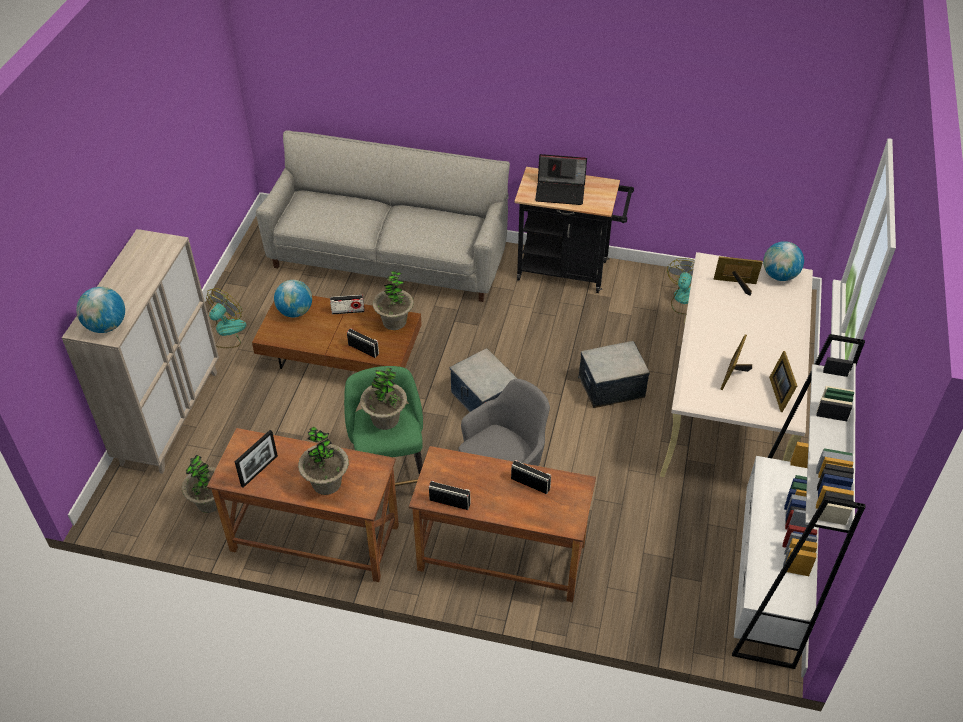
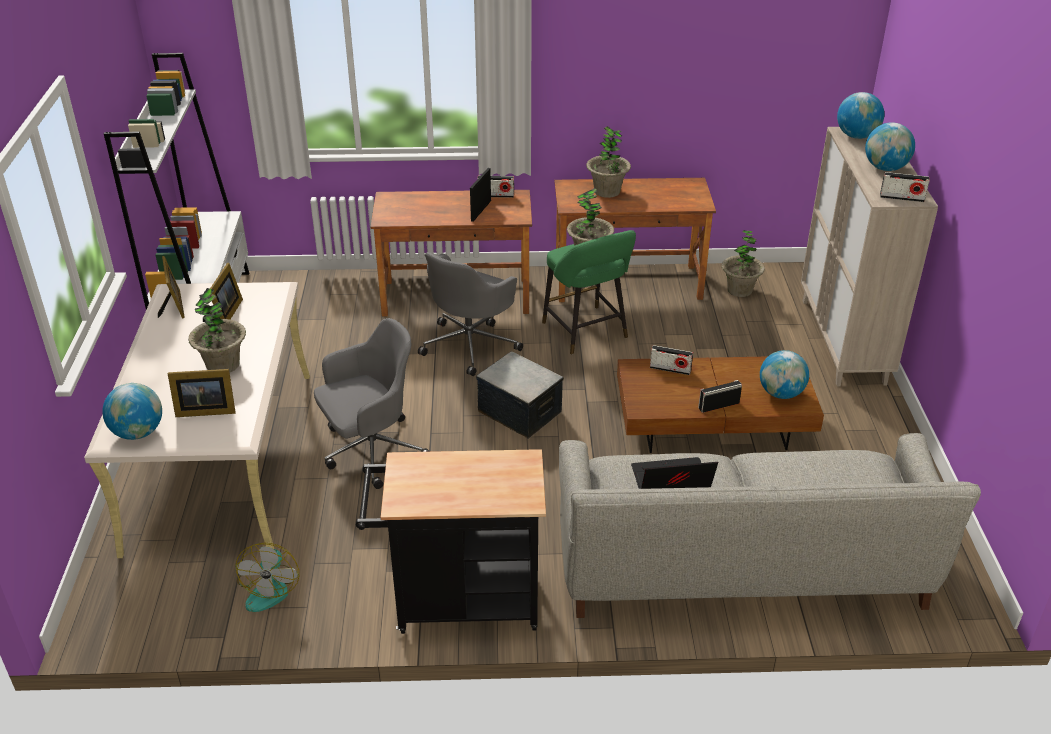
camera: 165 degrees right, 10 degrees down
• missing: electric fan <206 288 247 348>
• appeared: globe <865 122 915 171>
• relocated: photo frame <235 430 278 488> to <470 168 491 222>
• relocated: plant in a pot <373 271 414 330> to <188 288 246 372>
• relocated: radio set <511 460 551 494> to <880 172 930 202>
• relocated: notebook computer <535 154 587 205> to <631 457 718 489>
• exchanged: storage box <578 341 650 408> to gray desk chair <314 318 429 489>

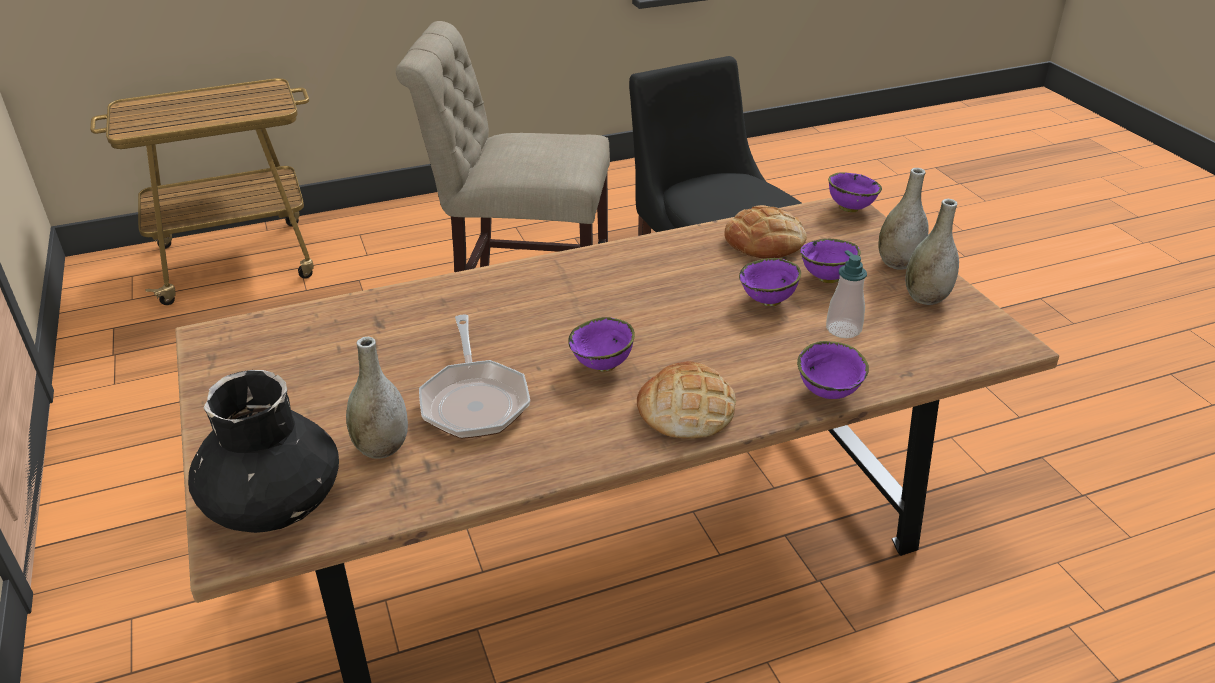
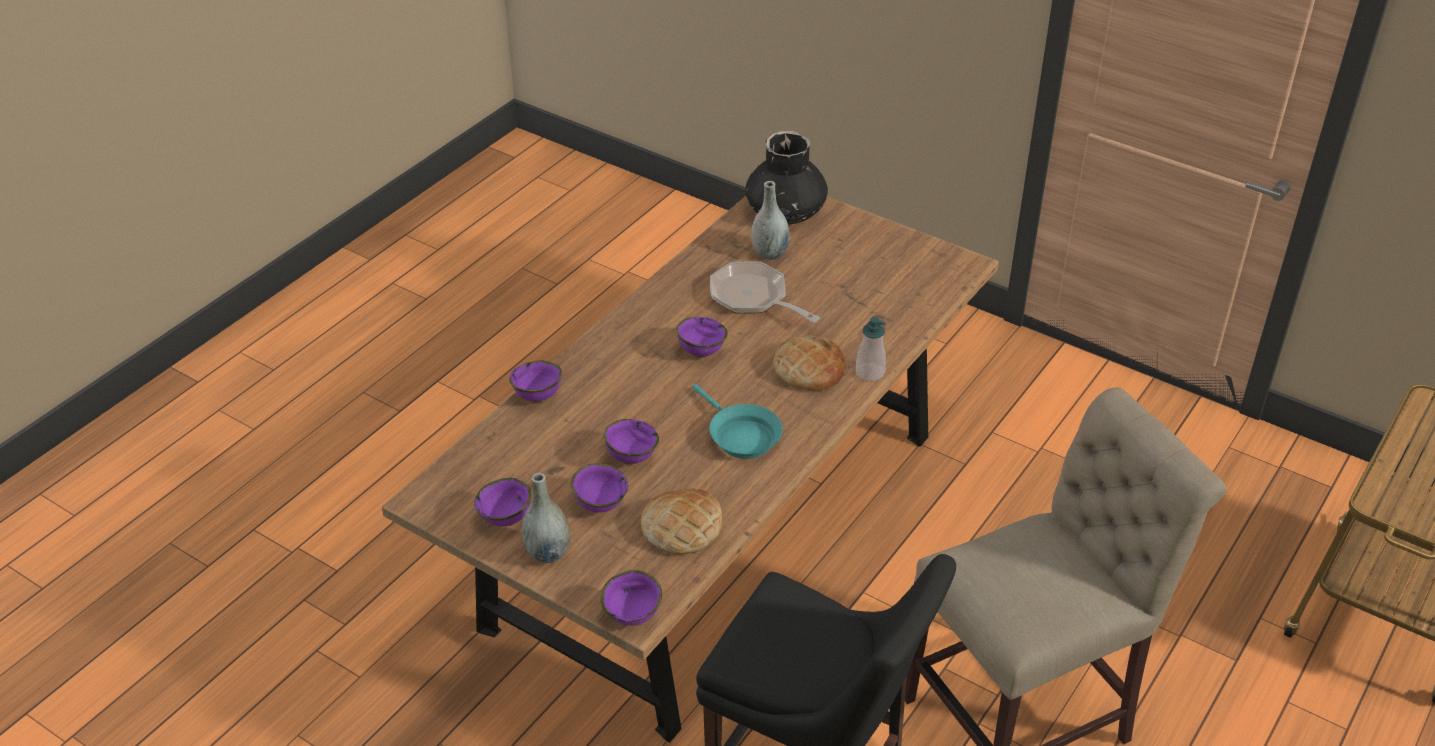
camera: 145 degrees right, 5 degrees up
• appeared: blue-green frying pan <692 384 783 459>
• relocated: bakery bread <637 361 736 439> to <773 335 846 390>
• relocated: liquid soap bottle <826 250 867 338> to <856 317 886 381>
• exchanged: gray vase <905 199 959 305> to purple-coloured deep dish <474 477 531 526>

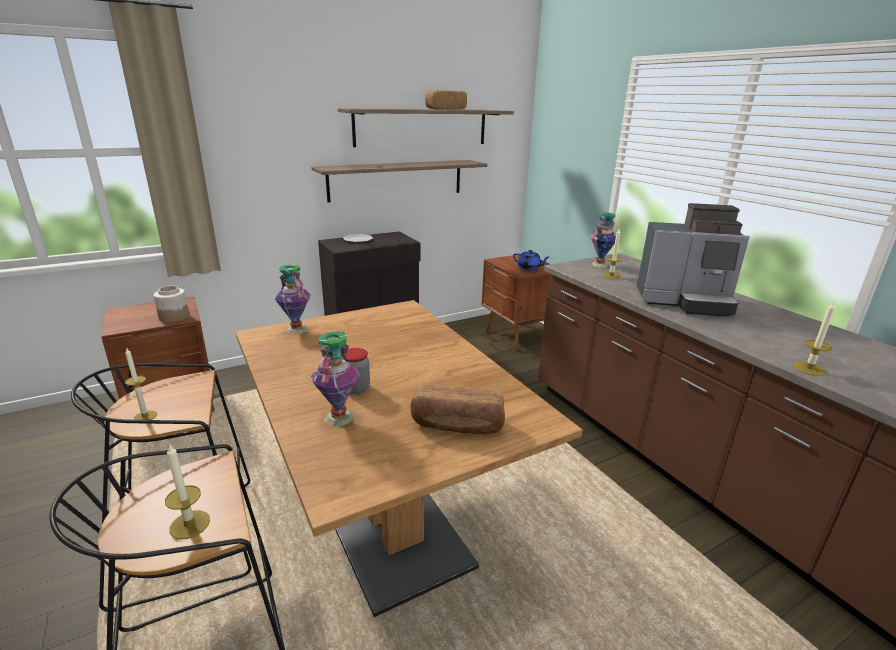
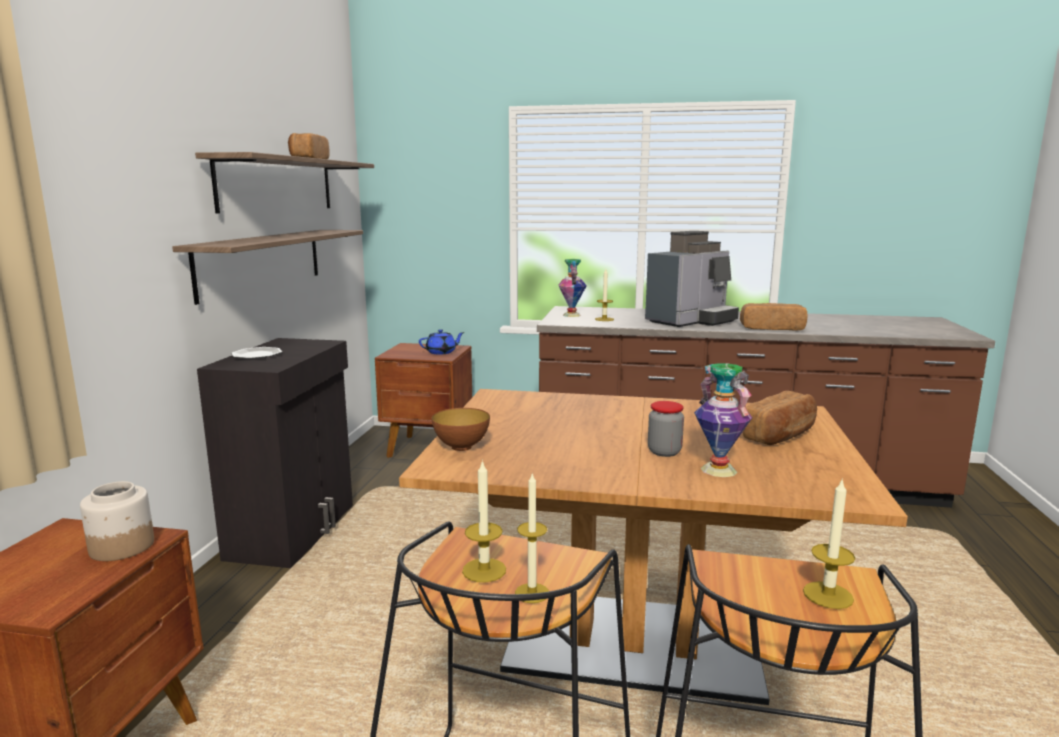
camera: 50 degrees left, 10 degrees down
• appeared: bakery bread <740 303 807 331>
• relocated: wax candle <793 301 835 376> to <462 460 506 582>
• exchanged: vase <275 265 310 334> to deep dish <432 408 490 451>

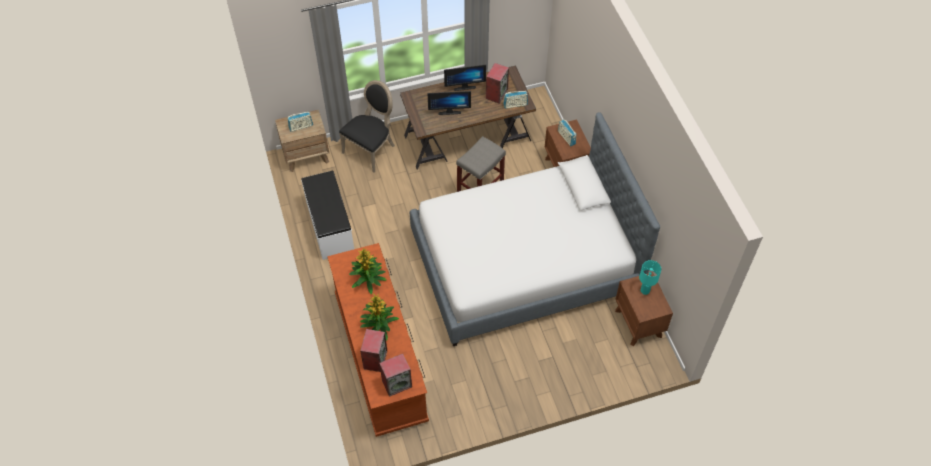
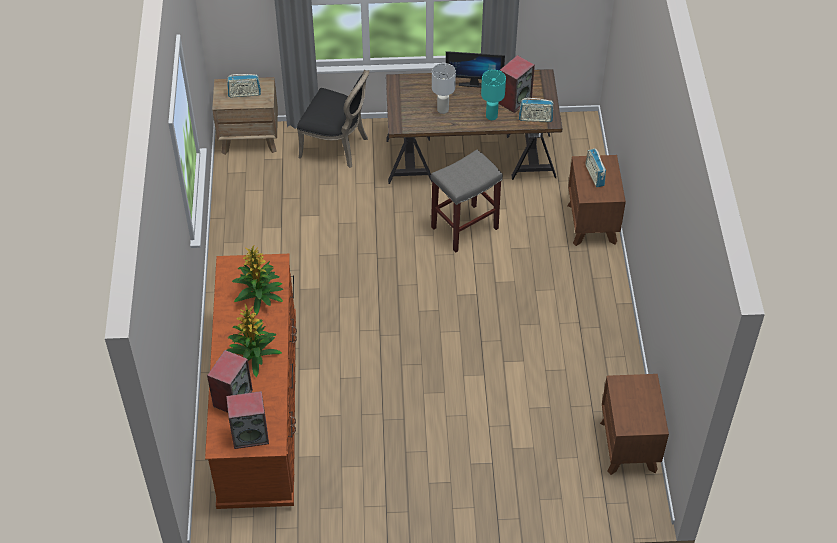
camera: 15 degrees right, 5 degrees down
• missing: whitish long seat <301 170 354 260>
• missing: sleeping bed <410 112 660 346>
• relocated: blue-green table lamp <639 260 661 295> to <481 70 506 120>
• exchanged: monitor <427 91 471 115> to whitish table lamp <432 63 456 114>
• spun: black upright chair <339 80 395 173> = <297 70 369 168> 60 degrees clockwise

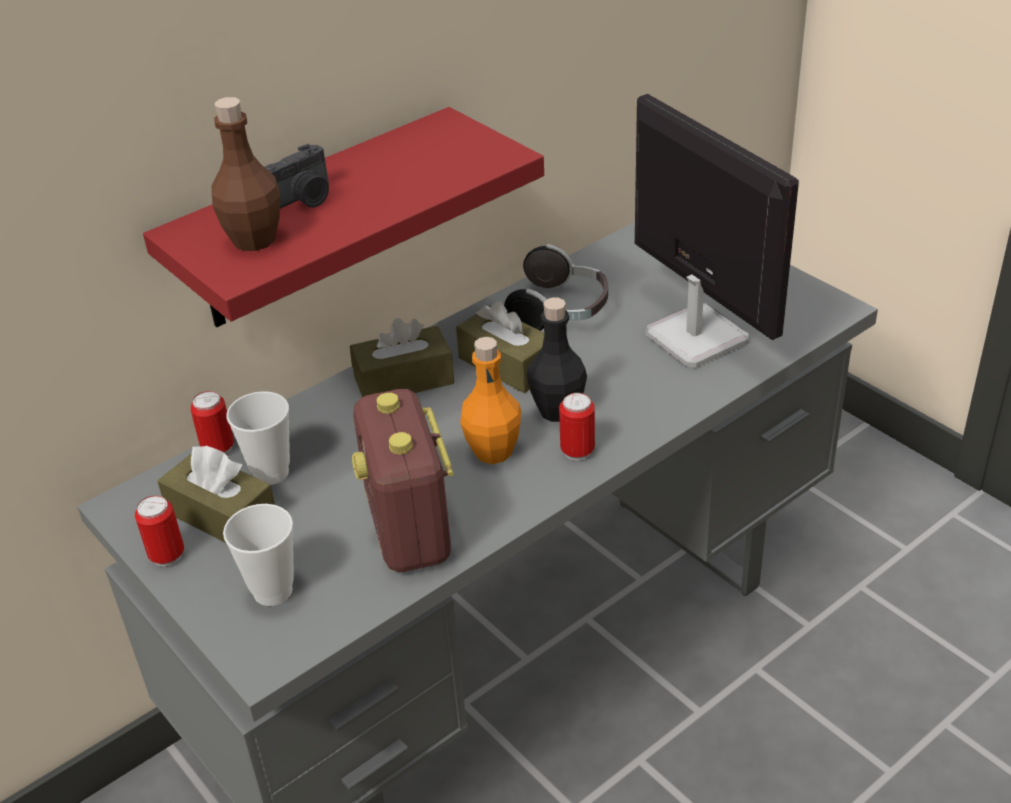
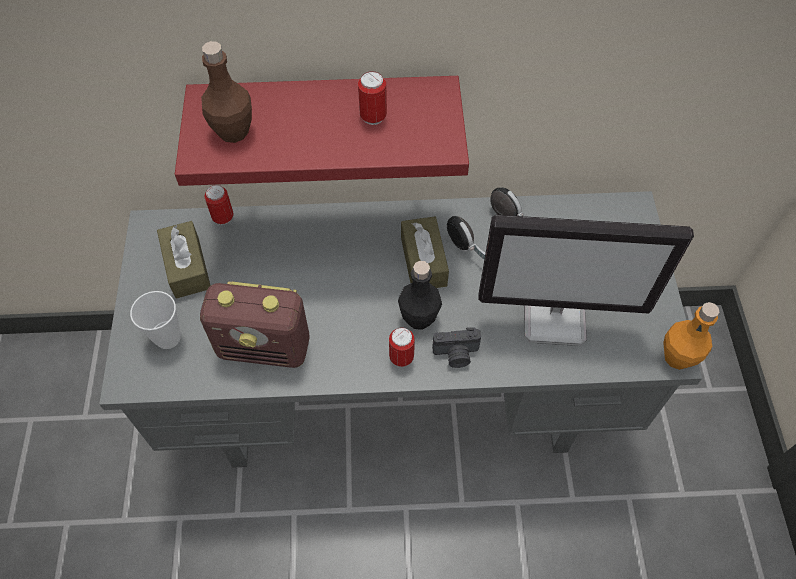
camera: 35 degrees right, 20 degrees up
• missing: cup <226 391 290 485>
• missing: brown box of tissues <350 318 454 397>
• relocated: can <135 495 184 566> to <358 71 387 125>
• relocated: photo camera <265 144 329 209> to <432 327 481 368>
• relocated: orangey bottle <460 337 521 464> to <663 302 720 370>
• spun: radio set <352 389 453 572> = <200 281 310 368> 105 degrees counterclockwise
• spun: monitor <635 94 799 367> = <478 215 694 346> 90 degrees clockwise

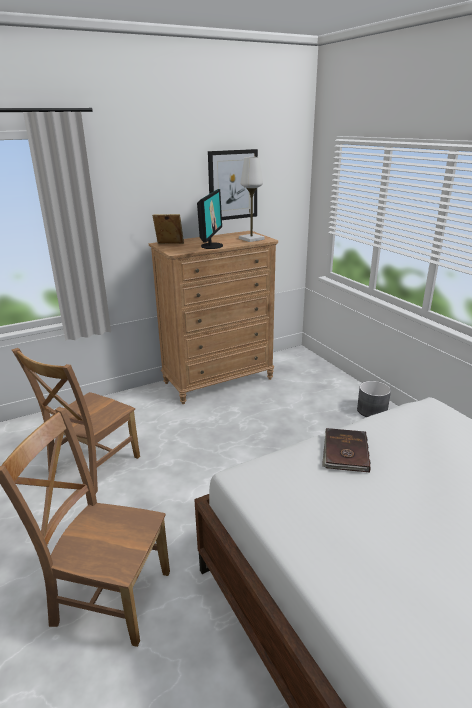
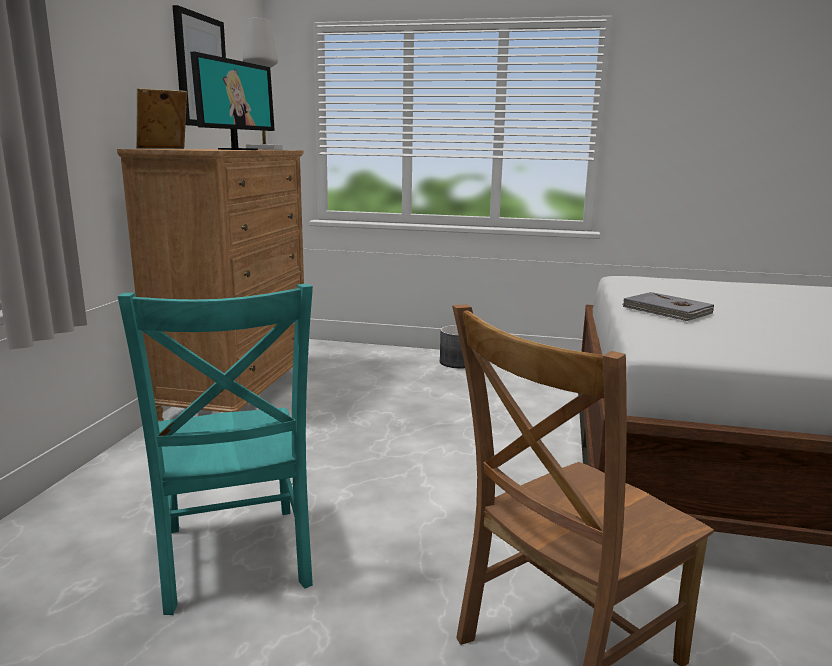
camera: 50 degrees left, 10 degrees down
• colour: brown upright chair <12 348 140 494> to blue-green upright chair <118 284 313 615>
• colour: brown book <322 428 371 473> to gray book <622 292 714 321>
• spun: monitor <197 189 223 249> = <190 51 275 150> 60 degrees clockwise

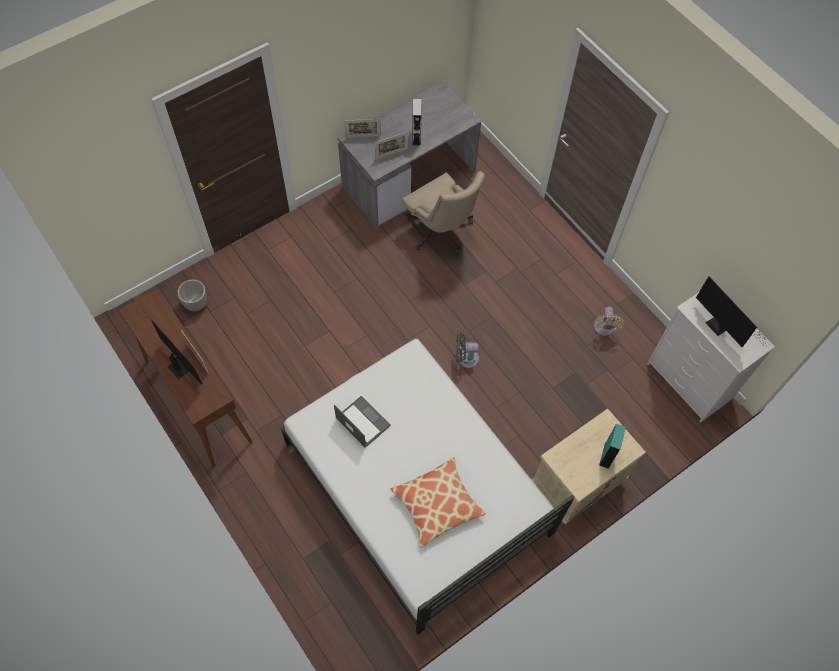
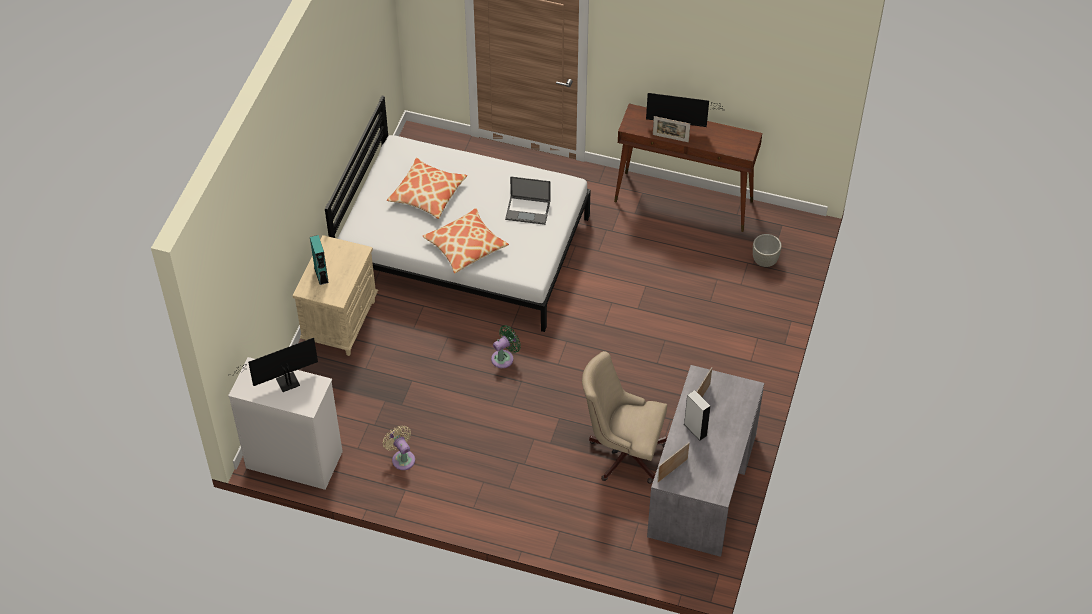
camera: 145 degrees right, 10 degrees down
• appeared: pillow <422 208 509 274>
• relocated: photo frame <345 119 381 138> to <657 443 689 483>
• spun: monitor <696 276 770 349> = <228 338 318 392> 45 degrees counterclockwise

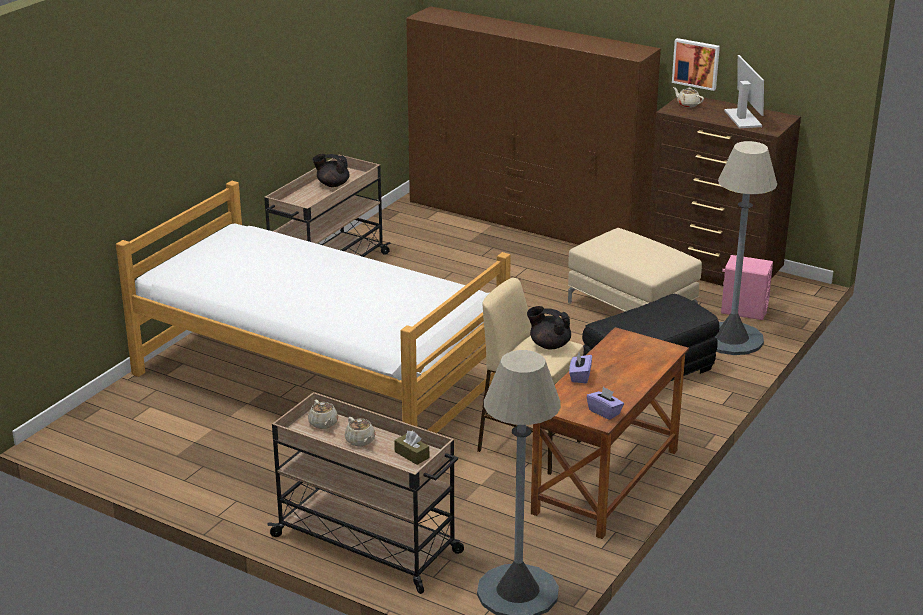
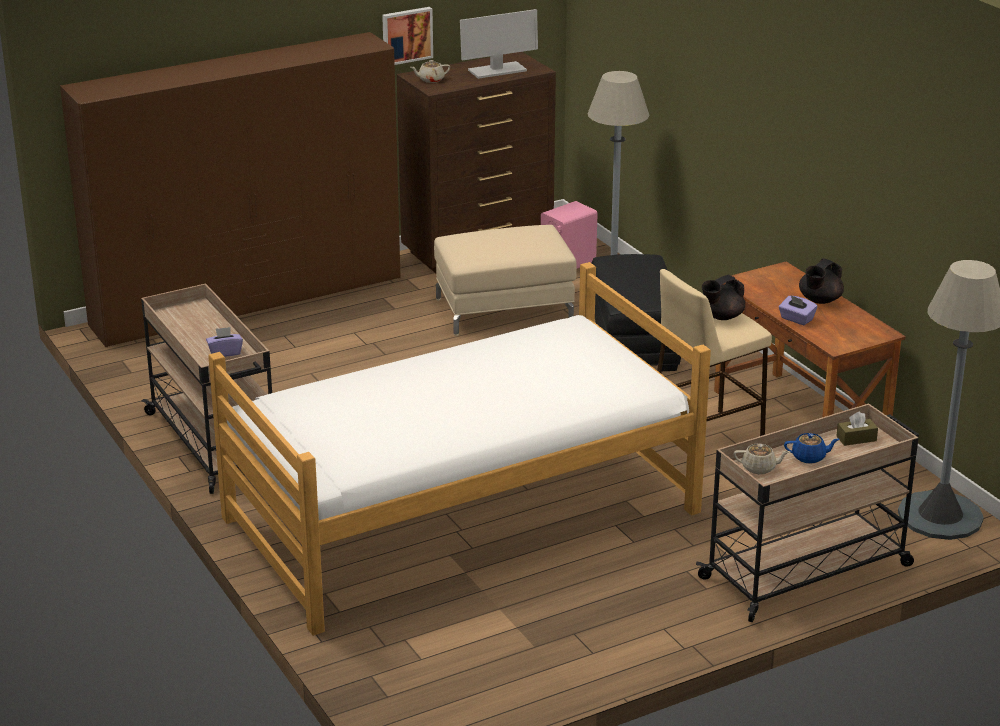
camera: 60 degrees left, 0 degrees up
• relocated: black teapot <312 154 350 187> to <799 258 844 304>
• relocated: purple-coloured box of tissues <587 386 624 420> to <206 327 243 357>
• colour: sand-coloured teapot <345 417 375 446> to blue-coloured teapot <784 433 839 464>
• spun: monitor <724 55 764 128> = <460 9 538 79> 135 degrees clockwise

